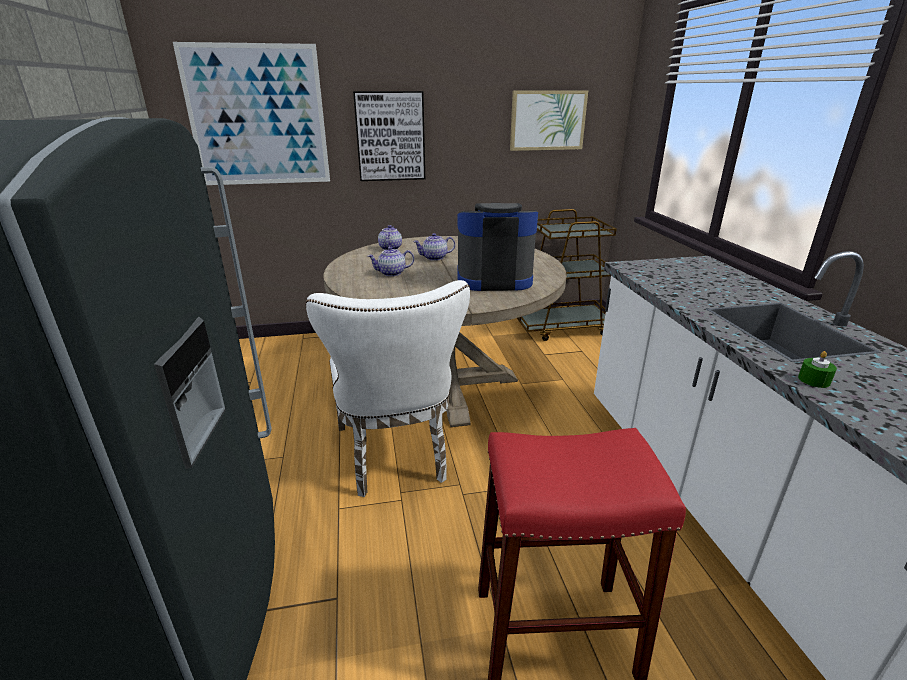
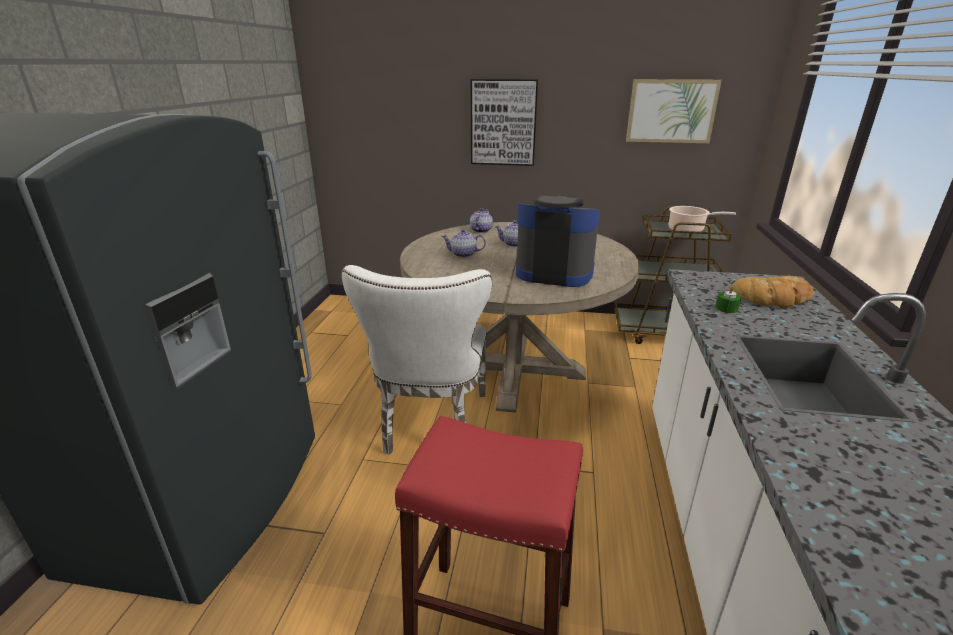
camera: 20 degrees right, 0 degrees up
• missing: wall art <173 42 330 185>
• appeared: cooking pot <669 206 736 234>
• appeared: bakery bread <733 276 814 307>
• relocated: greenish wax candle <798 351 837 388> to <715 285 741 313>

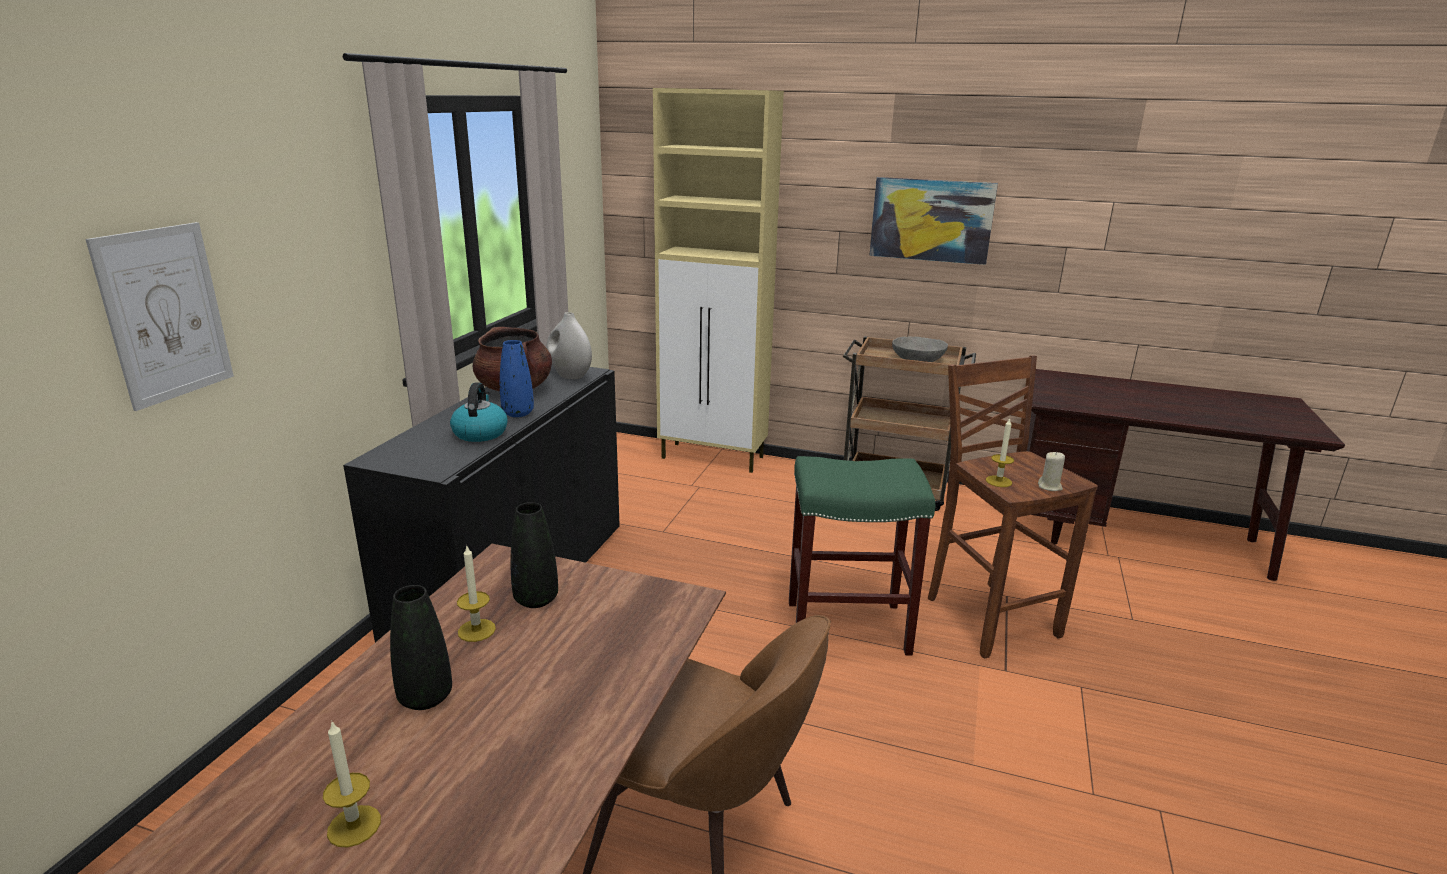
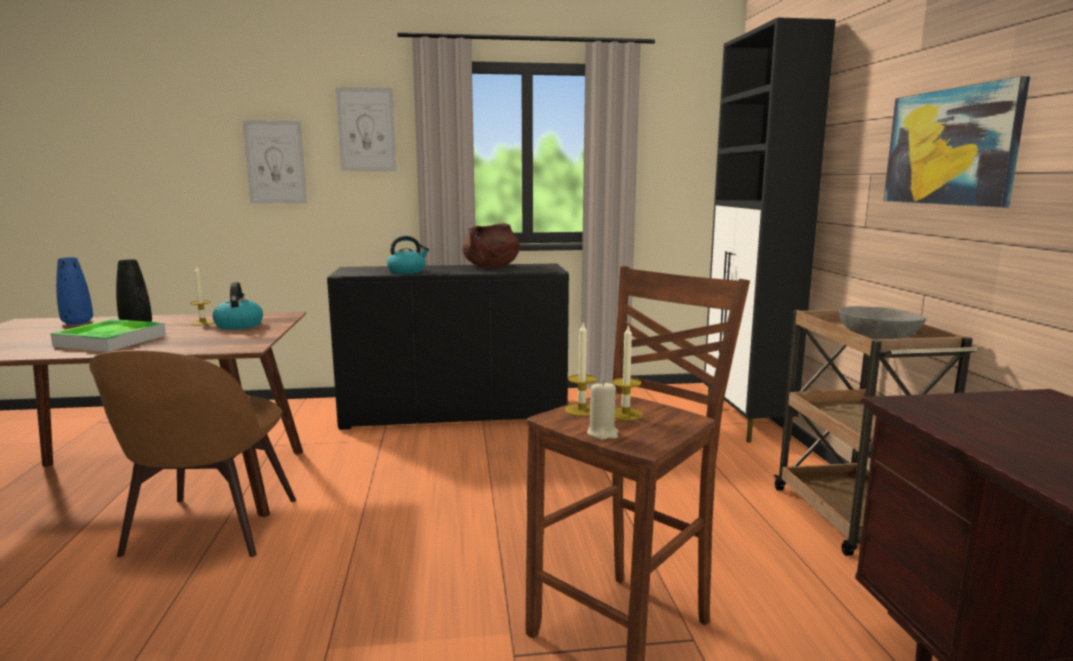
camera: 65 degrees right, 10 degrees down
• missing: whitish vase <547 312 592 379>
• missing: greenish sitting stool <789 456 935 655>
• appeared: serving tray <50 319 166 352>
• appeared: wall art <336 87 396 171>
• relocated: wax candle <323 722 381 847> to <612 324 643 420>
• relocated: blue-coloured vase <500 340 534 417> to <56 257 93 325>
• exchanged: black vase <510 502 558 608> to water kettle <213 282 263 330>
• colour: sand-coloured cabinet <653 88 784 473> to black cabinet <704 17 836 443>

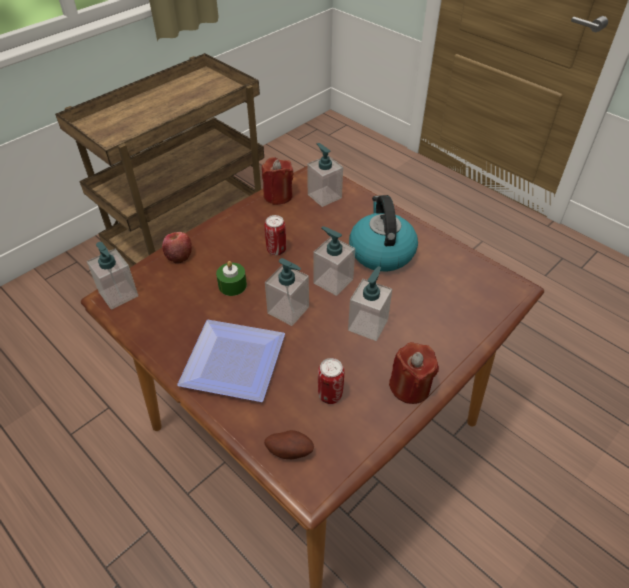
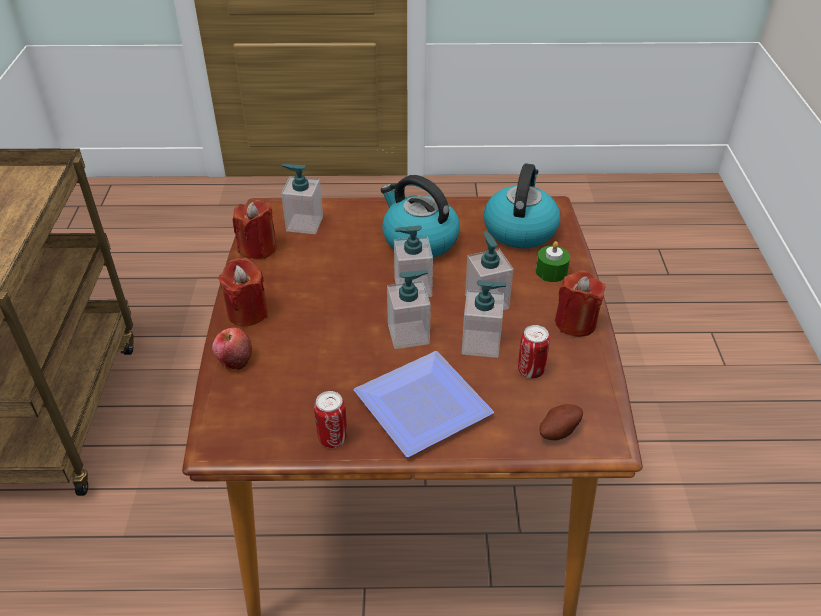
camera: 45 degrees left, 5 degrees down
• appeared: reddish wax candle <218 258 268 326>
• appeared: water kettle <484 163 560 249>
• relocated: liquid soap bottle <87 242 138 310> to <462 280 506 358>
• relocated: greenish wax candle <216 261 247 296> to <536 241 570 282>
• relocated: can <265 215 286 255> to <314 391 347 448>

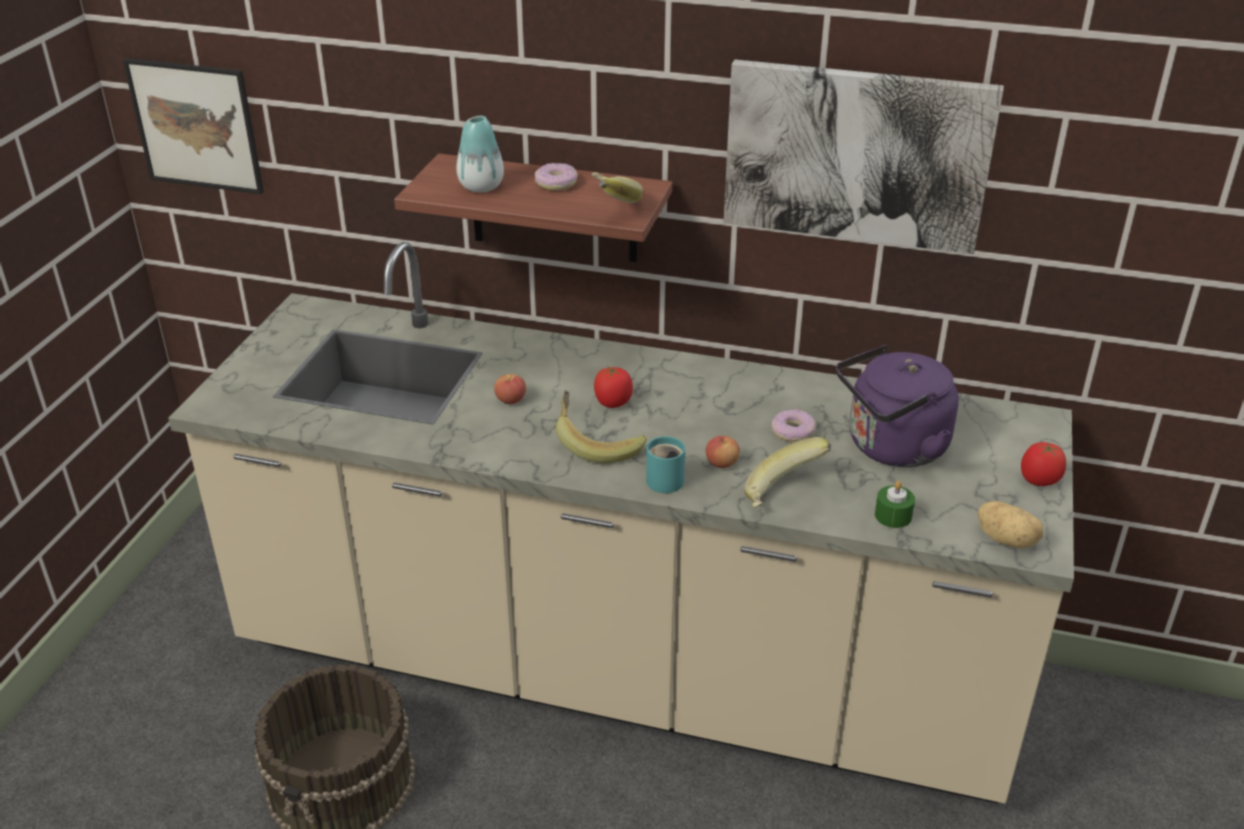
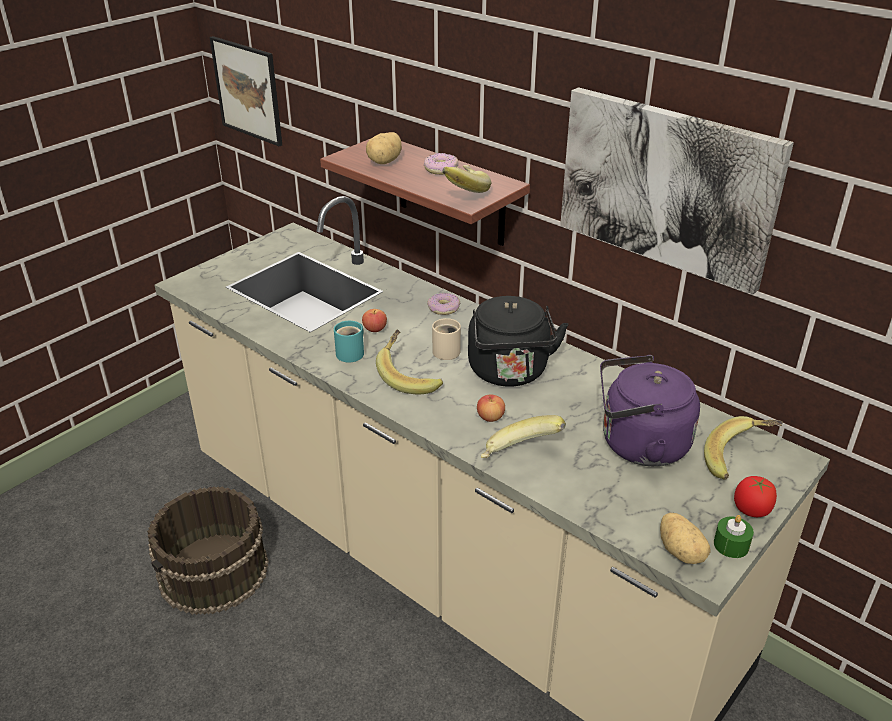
camera: 25 degrees right, 0 degrees up
• appeared: black water kettle <468 296 568 387>
• appeared: banana fruit <704 416 783 479>
• relocated: blue-green coffee mug <646 436 685 493> to <334 321 364 362>
• relocated: doughnut <771 409 816 442> to <427 293 460 315>
• relocated: greenish wax candle <875 481 915 528> to <714 515 754 558>
• exchanged: vase <456 116 504 192> to spud <366 132 402 164>
• exchanged: whole tomato <594 366 633 408> to sand-coloured coffee mug <432 318 461 360>

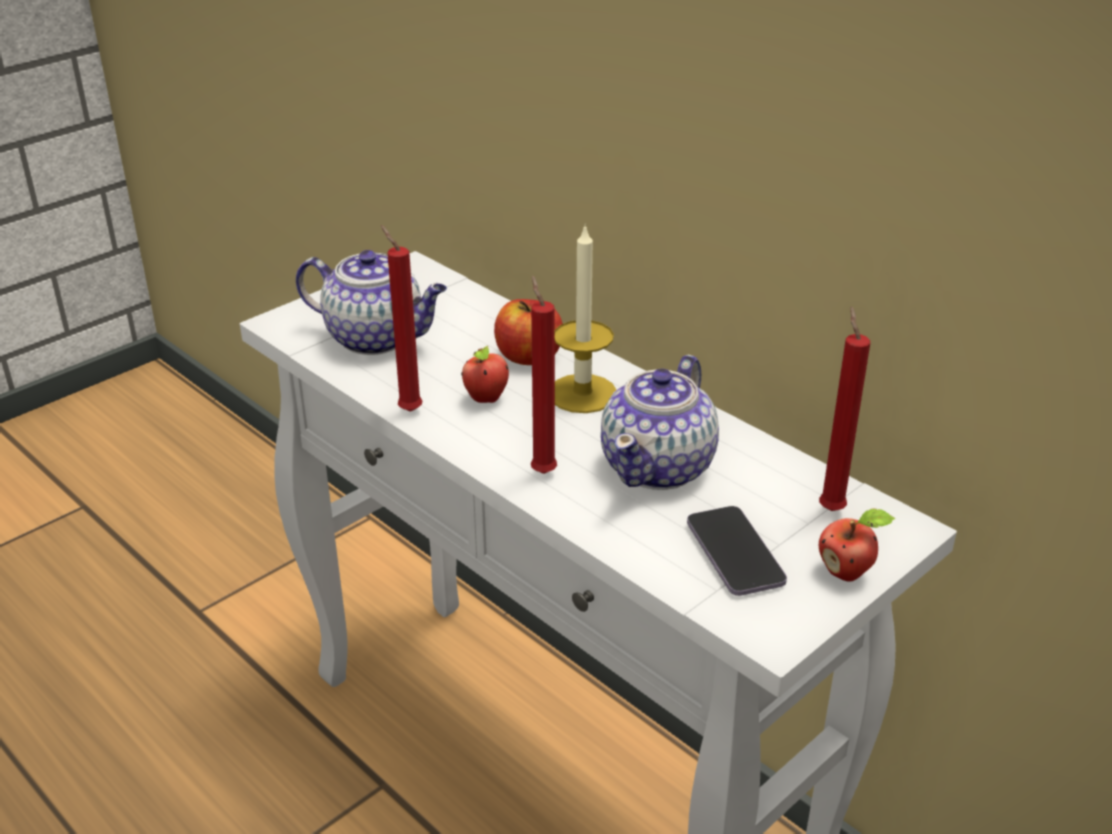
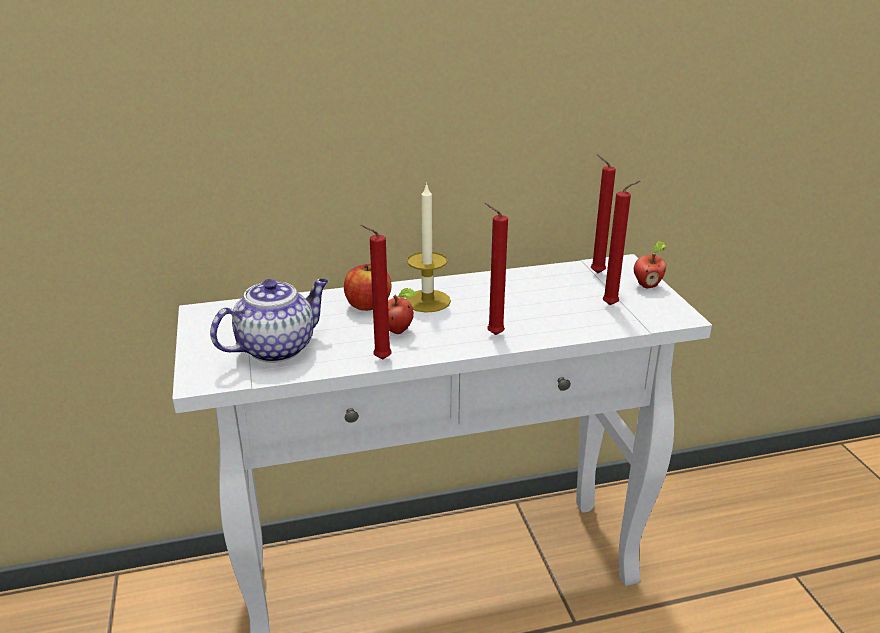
camera: 60 degrees left, 5 degrees down
• missing: teapot <601 355 719 490>
• exchanged: phone <687 506 787 596> to reddish wax candle <603 181 640 305>

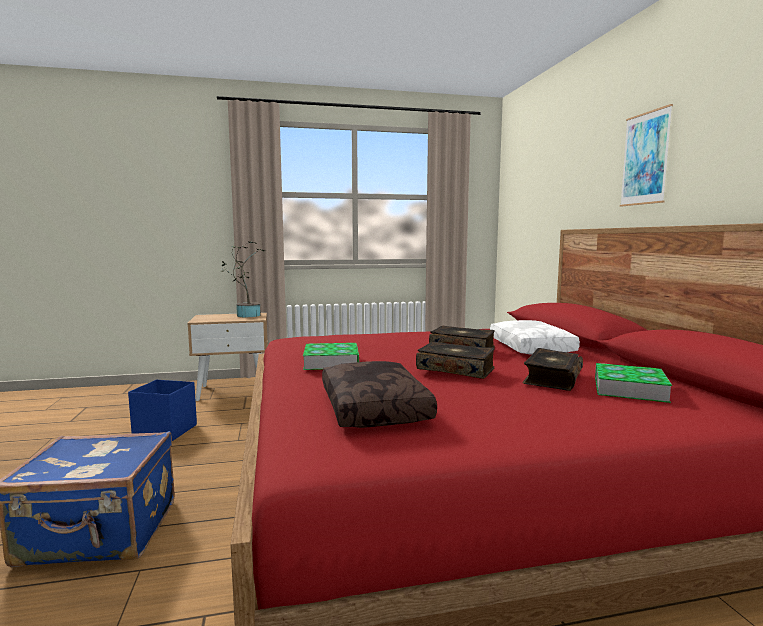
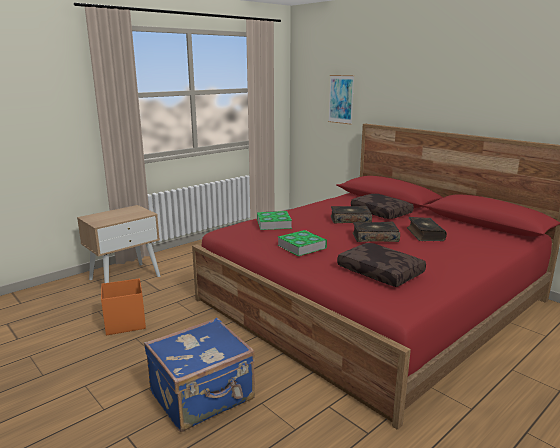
camera: 30 degrees left, 10 degrees up
• missing: plant in a pot <221 242 265 317>
• relocated: book <595 363 672 403> to <257 211 292 230>
• relocated: wall art <620 104 673 207> to <328 75 354 125>
• colour: blue-coloured storage box <128 380 197 441> to orangey storage box <101 278 146 335>
• colour: whitish pillow <490 320 580 355> to brown pillow <351 194 414 219>

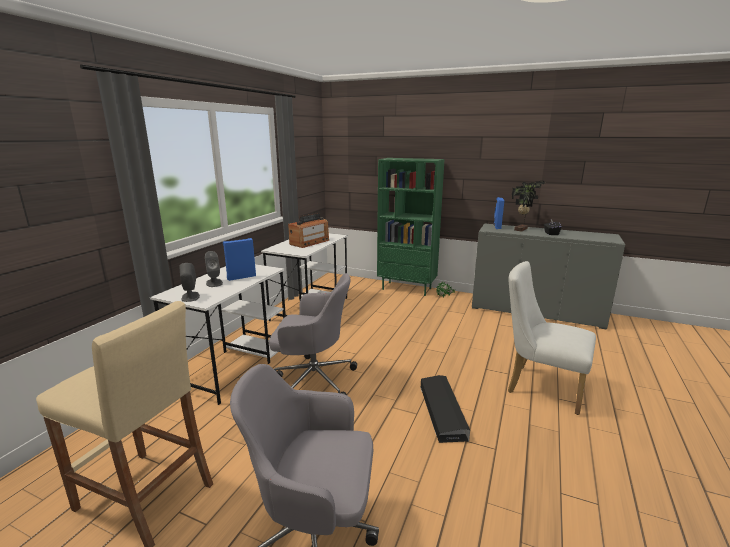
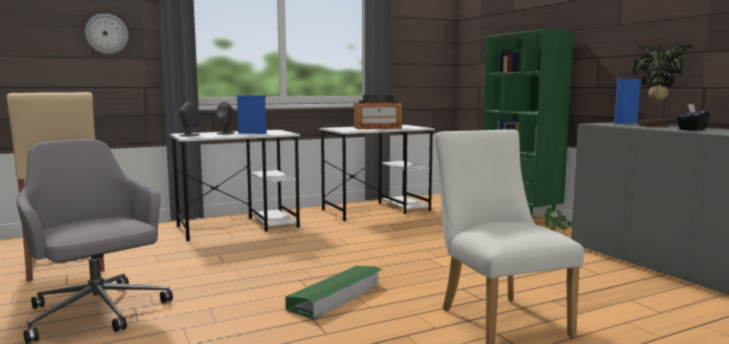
camera: 40 degrees right, 10 degrees down
• missing: gray desk chair <269 273 357 395>
• appeared: wall clock <85 13 128 54>
• colour: black storage box <420 375 470 443> to greenish storage box <285 266 382 320>

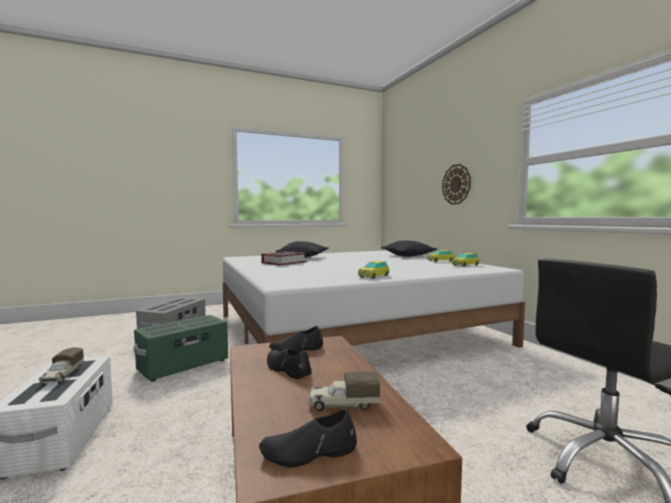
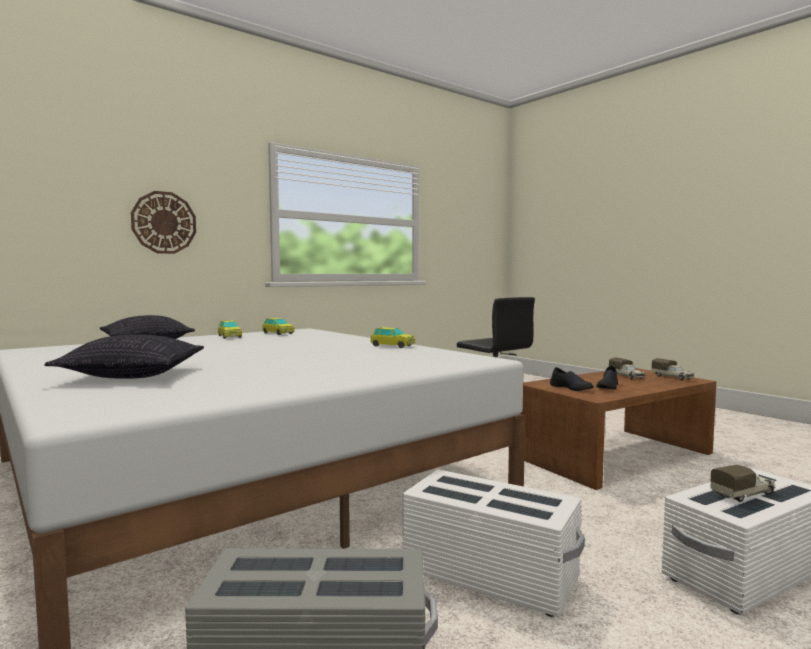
camera: 105 degrees left, 0 degrees up
• missing: book <261 251 308 266>
• exchanged: black item of footwear <259 409 357 467> to toy lorry <652 358 694 381>
• colour: greenish storage box <134 315 228 381> to whitish storage box <403 470 585 617>

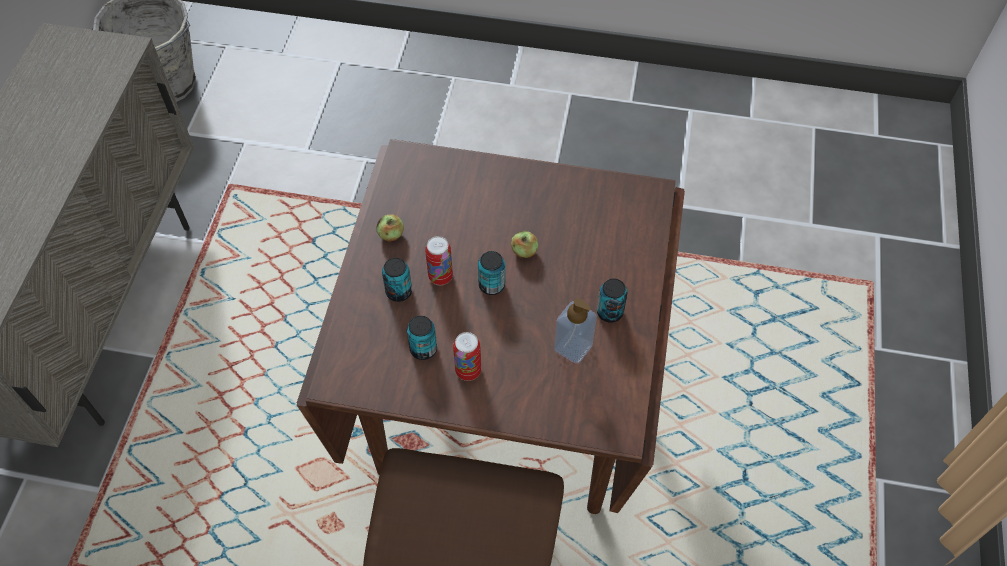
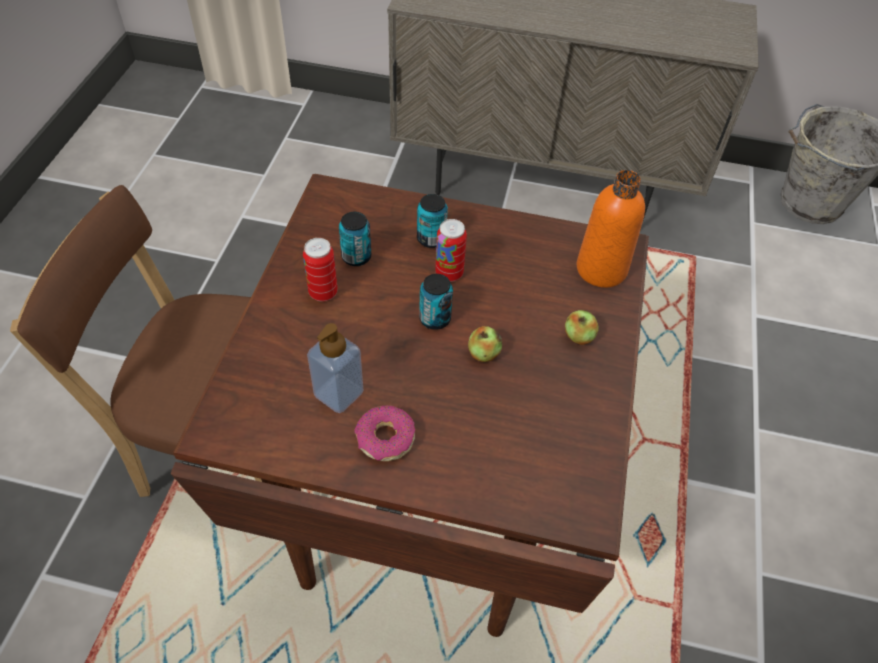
camera: 90 degrees right, 5 degrees down
• appeared: orangey bottle <577 170 645 288>
• relocated: apple <376 214 404 241> to <565 310 599 345>
• exchanged: can <597 279 627 323> to doughnut <354 406 415 461>

